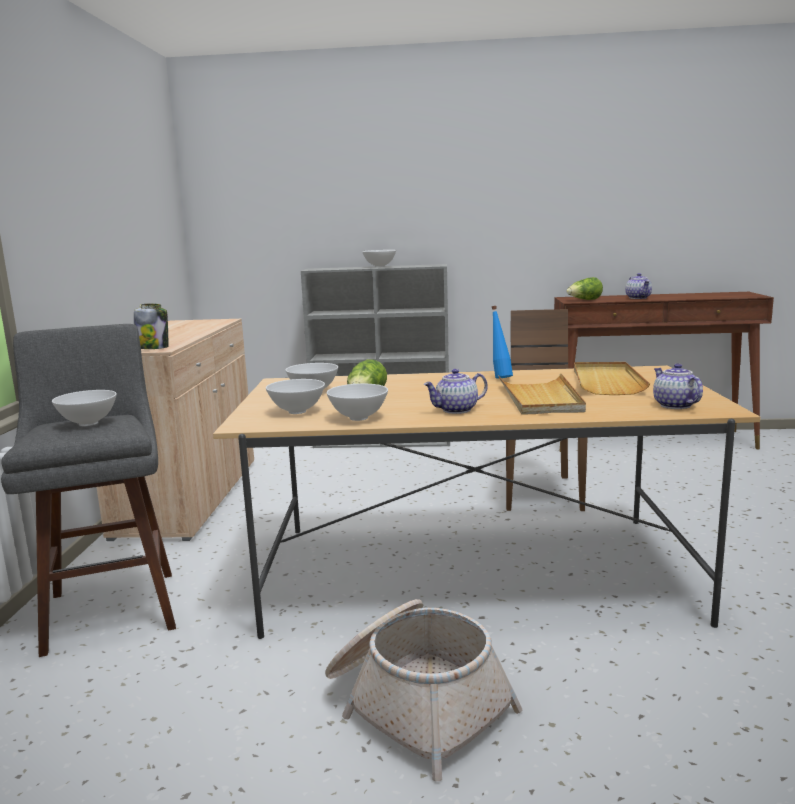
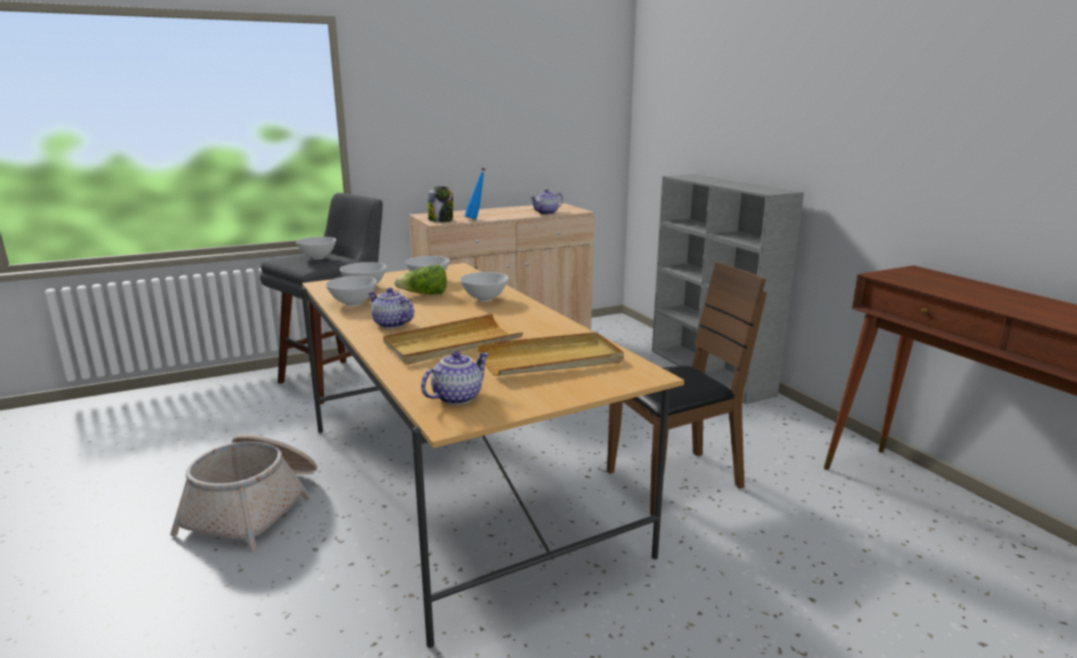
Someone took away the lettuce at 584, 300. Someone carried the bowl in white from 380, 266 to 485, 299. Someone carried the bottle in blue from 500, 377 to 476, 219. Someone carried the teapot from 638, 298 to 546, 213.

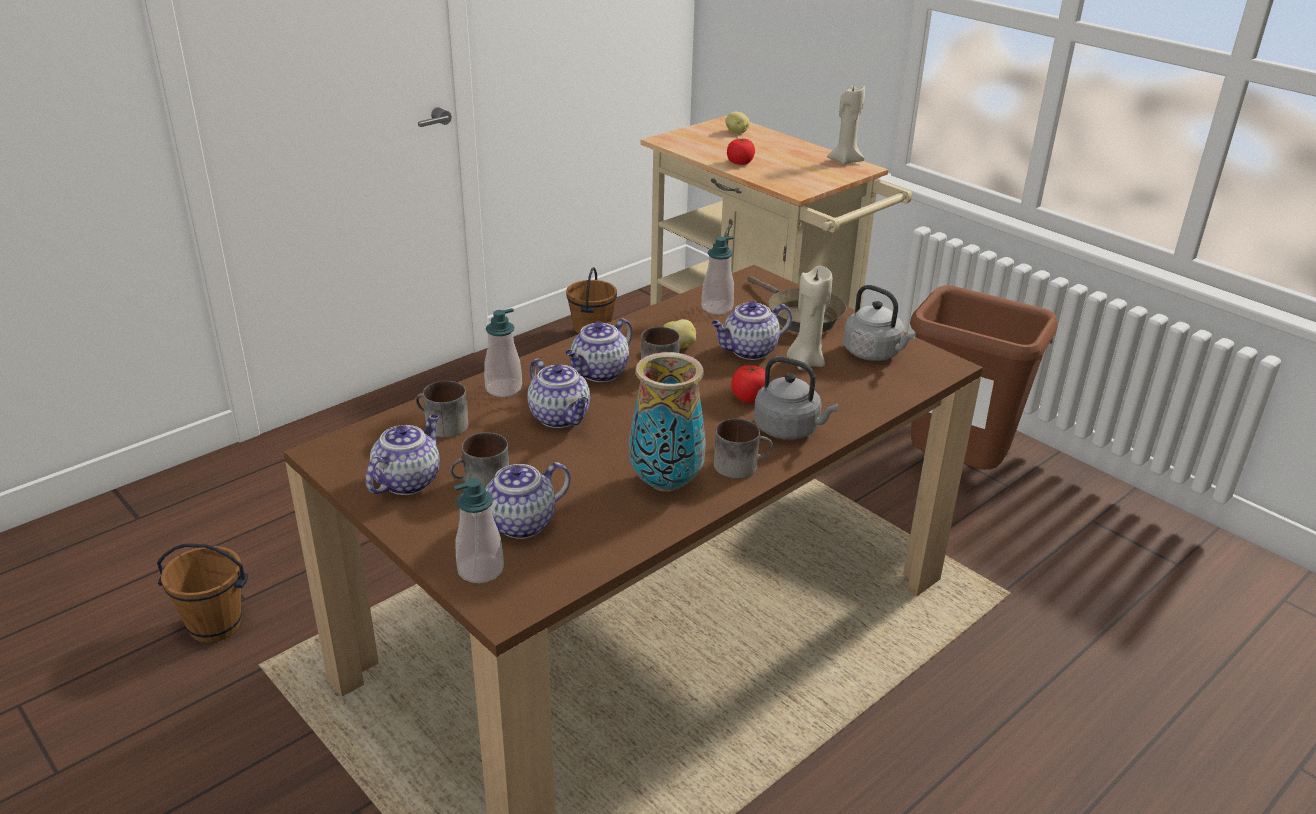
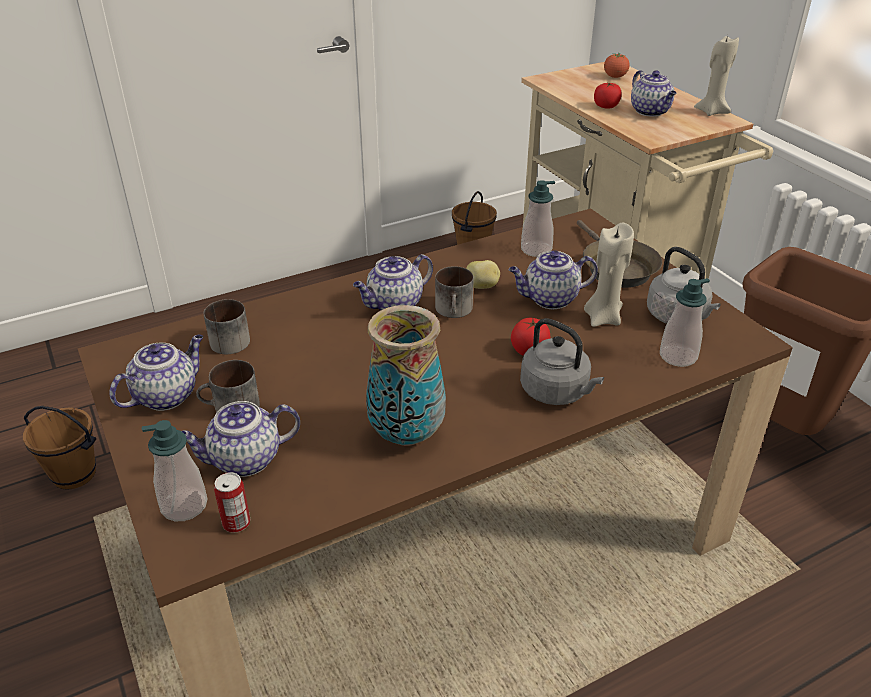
Someone took away the mug at 741, 464. Someone put down the can at 236, 523. Someone carried the soap dispenser from 503, 388 to 678, 356. Someone carried the teapot from 561, 418 to 651, 112. Someone swapped the potato at 736, 132 for the tomato at 615, 77.

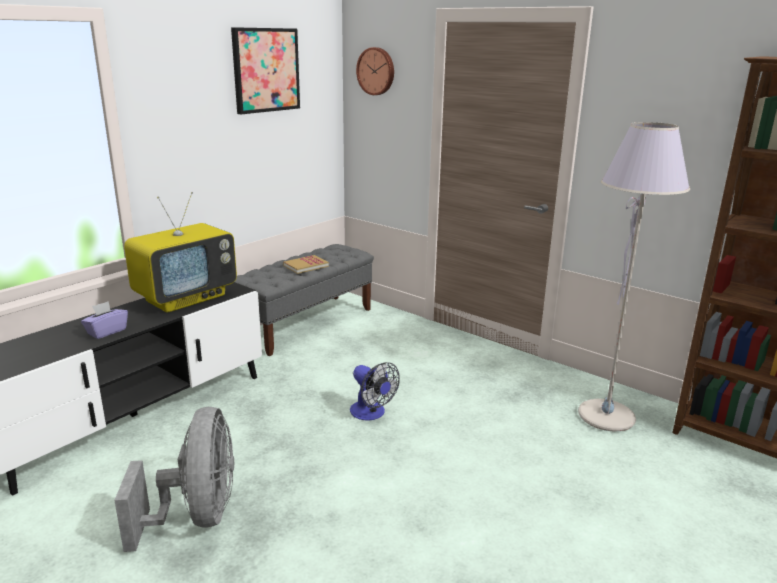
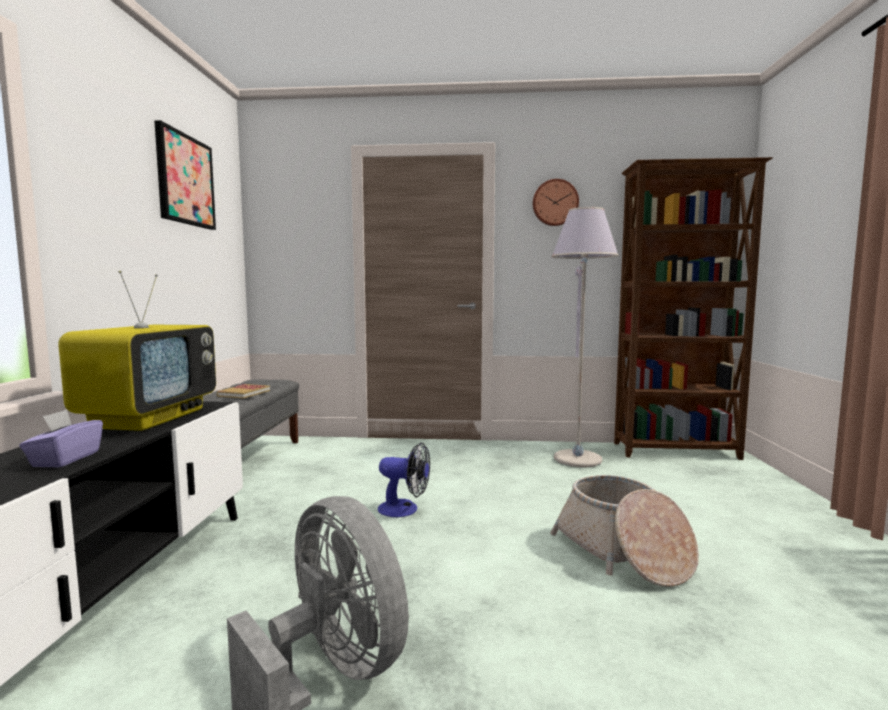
Someone put down the basket at 623, 552. Someone carried the wall clock from 376, 71 to 555, 203.

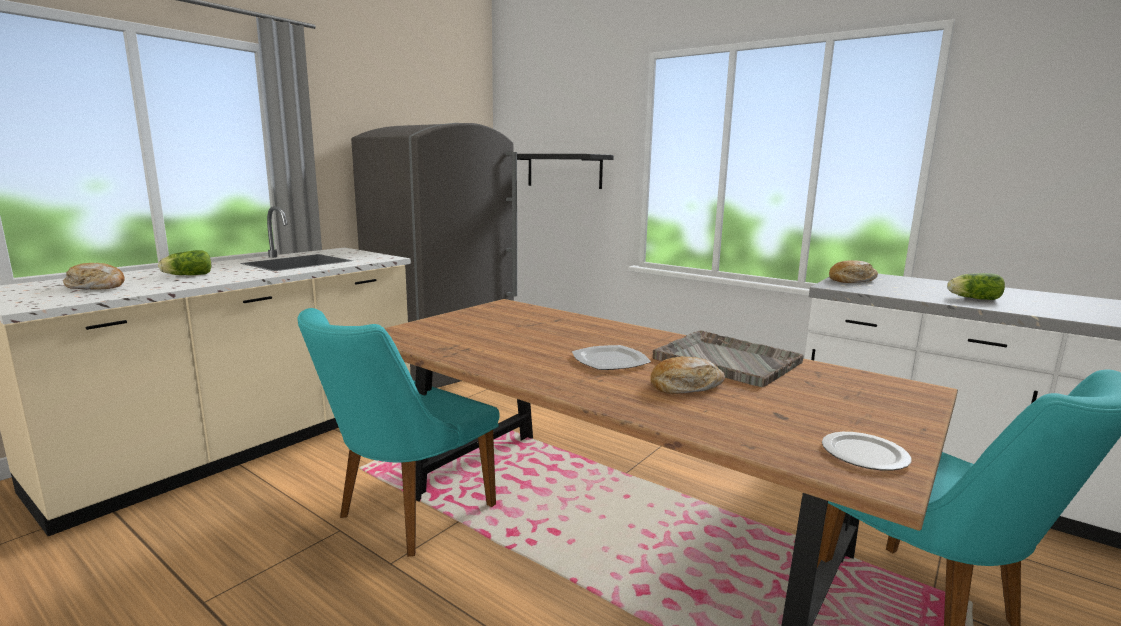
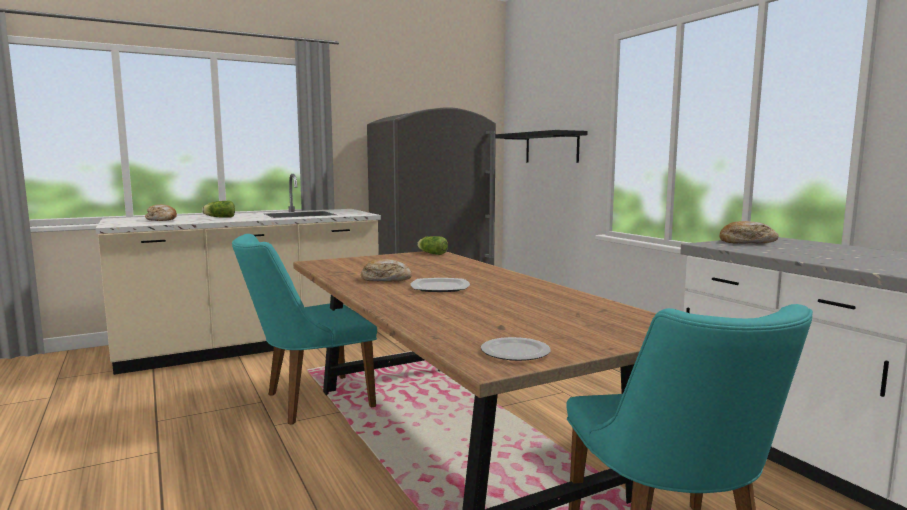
Someone took away the tray in grey at 725, 360. Someone carried the bread from 685, 386 to 386, 279. Someone carried the lettuce from 972, 298 to 431, 253.

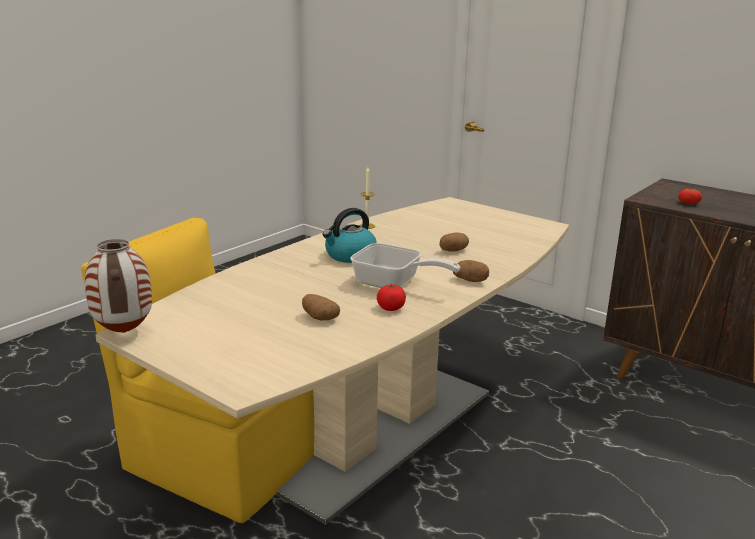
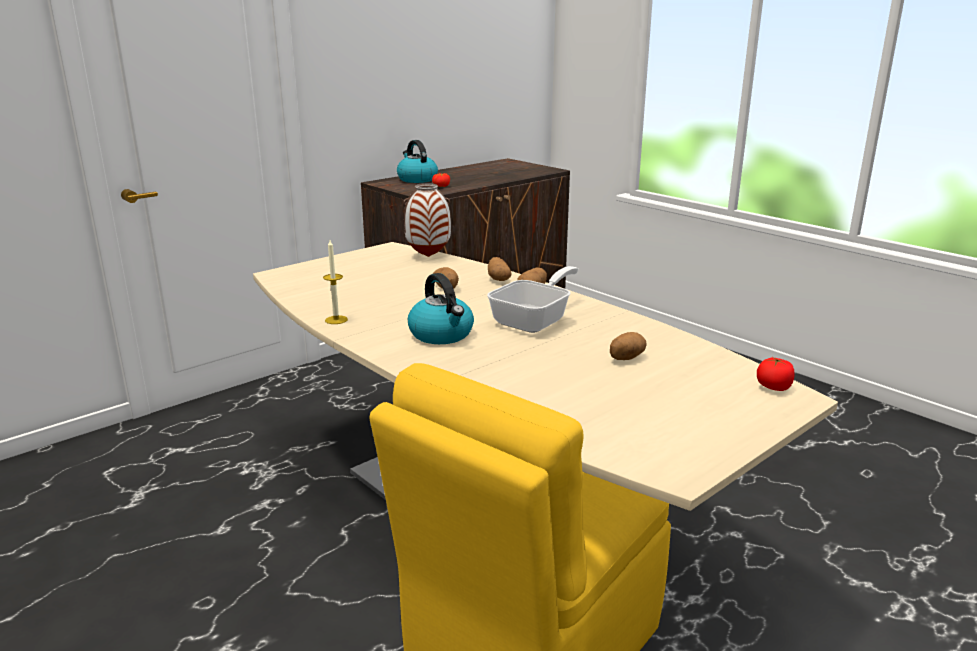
Someone put down the kettle at 416, 179. Someone put down the potato at 498, 279. Someone carried the vase from 125, 332 to 429, 256. Someone carried the tomato from 391, 308 to 773, 387.

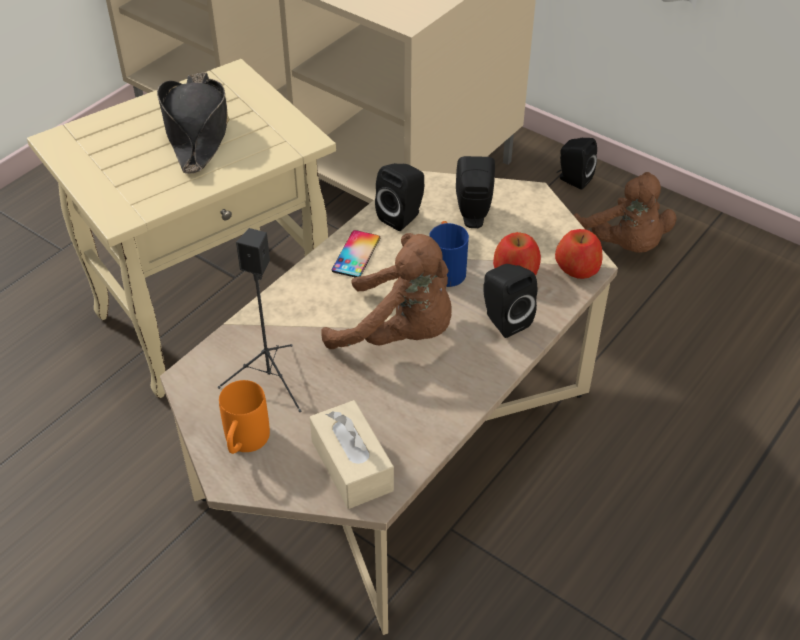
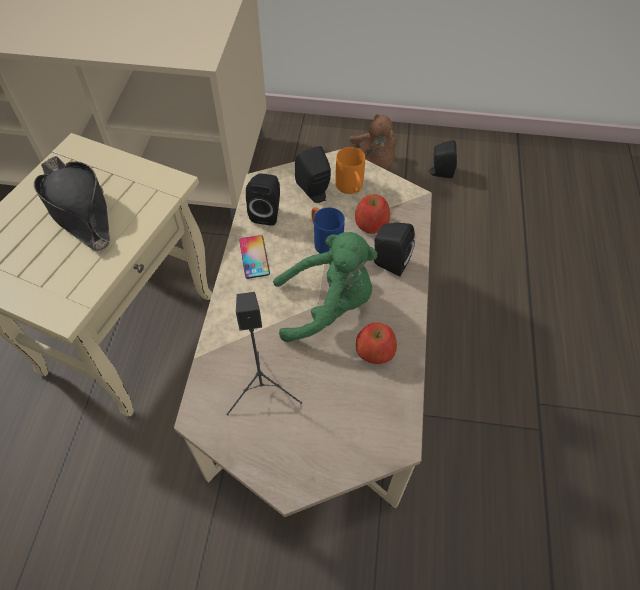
Someone took away the tissue box in beige at 352, 465. Someone carried the mug in orange from 244, 444 to 351, 189. Someone carried the apple from 577, 268 to 374, 351. Someone carried the speaker in black from 573, 179 to 440, 172. Someone repainted the plush toy in brown at 399, 334, which became the plush toy in green at 328, 306.

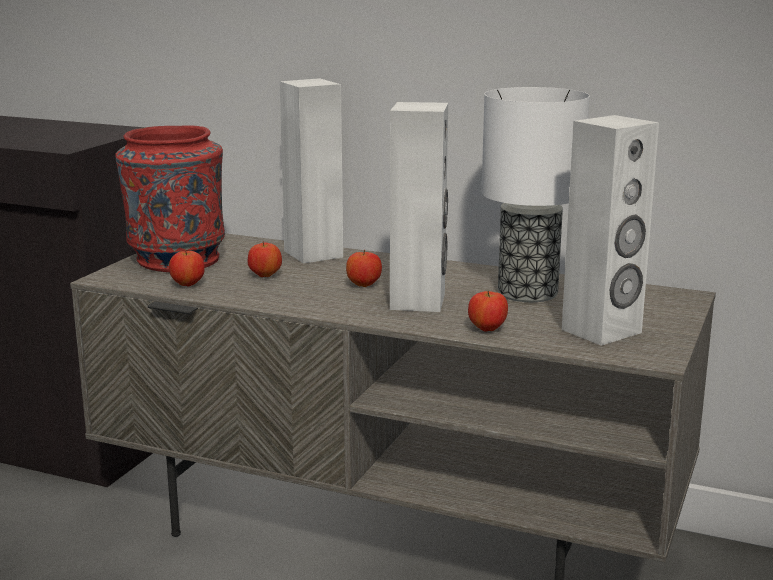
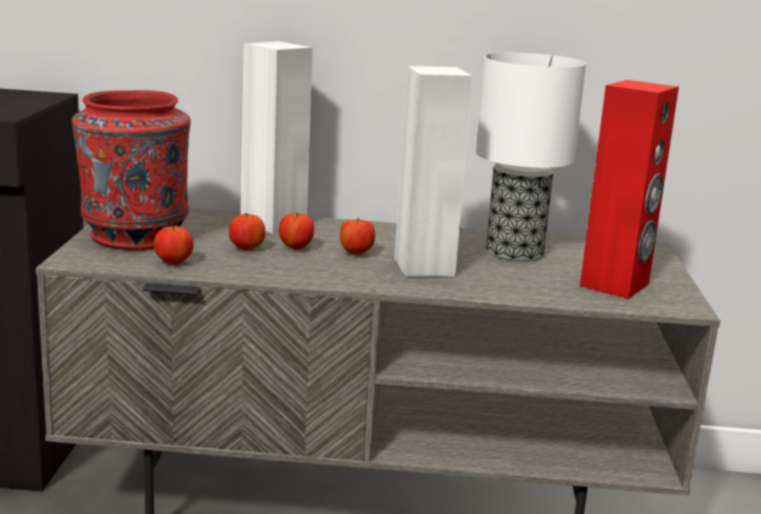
Someone carried the apple from 487, 329 to 296, 248. Someone repainted the speaker in white at 602, 331, which became the speaker in red at 615, 285.

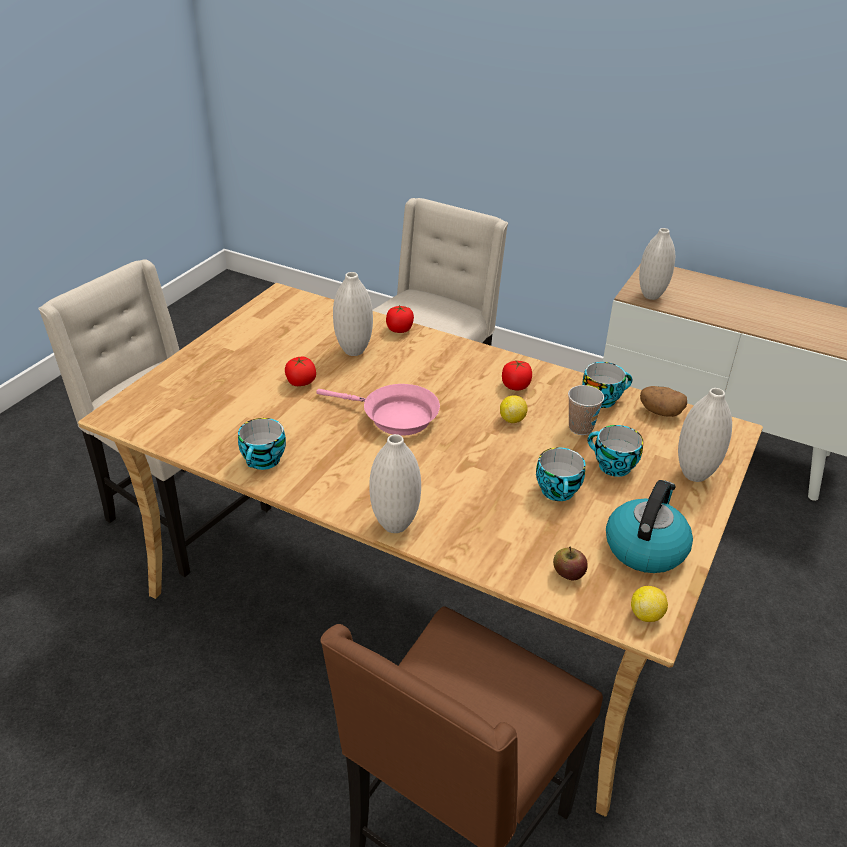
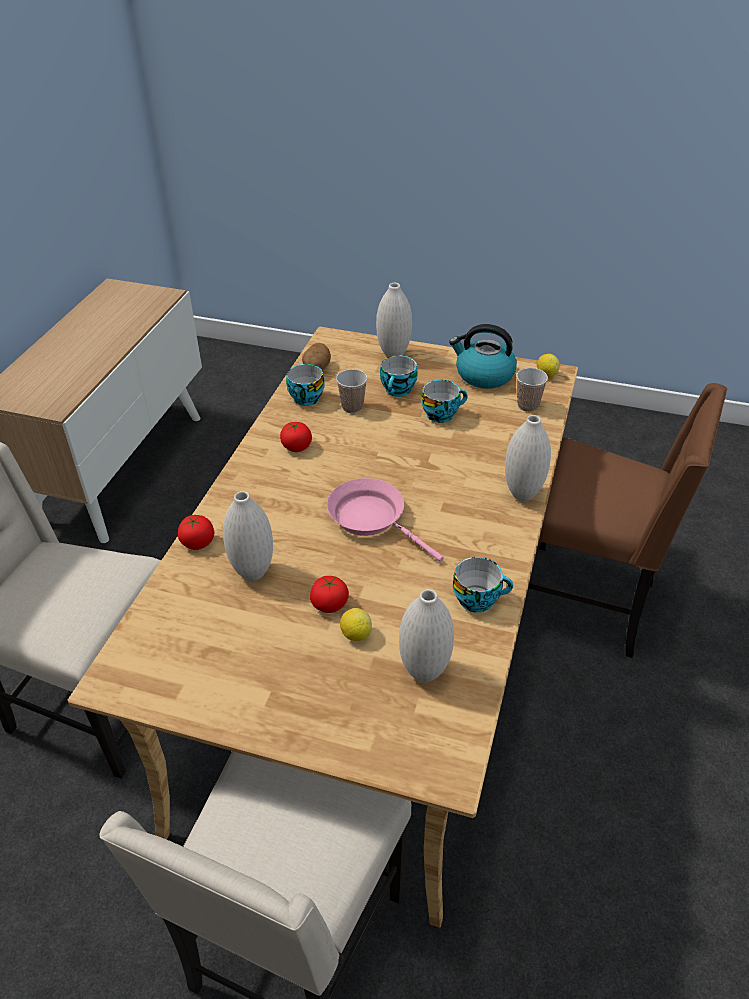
Someone carried the lemon from 512, 419 to 356, 634. Someone carried the vase in white from 651, 296 to 424, 672. Someone swapped the apple at 568, 574 for the cup at 528, 406. Someone rotated the frying pan in pink at 394, 417 by 60 degrees counterclockwise.

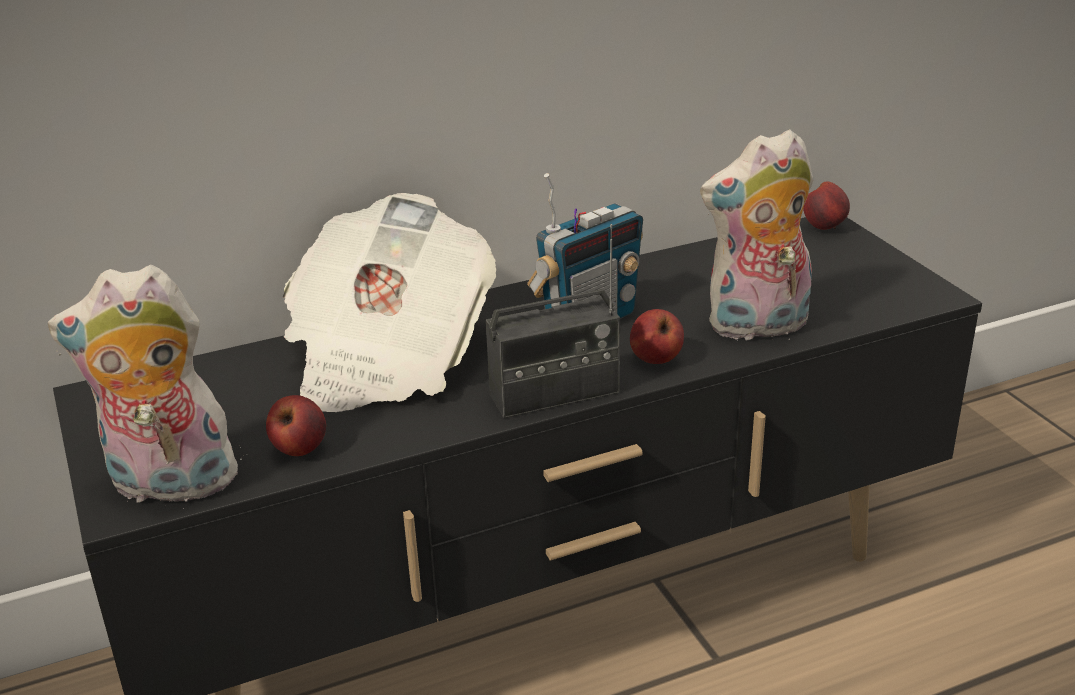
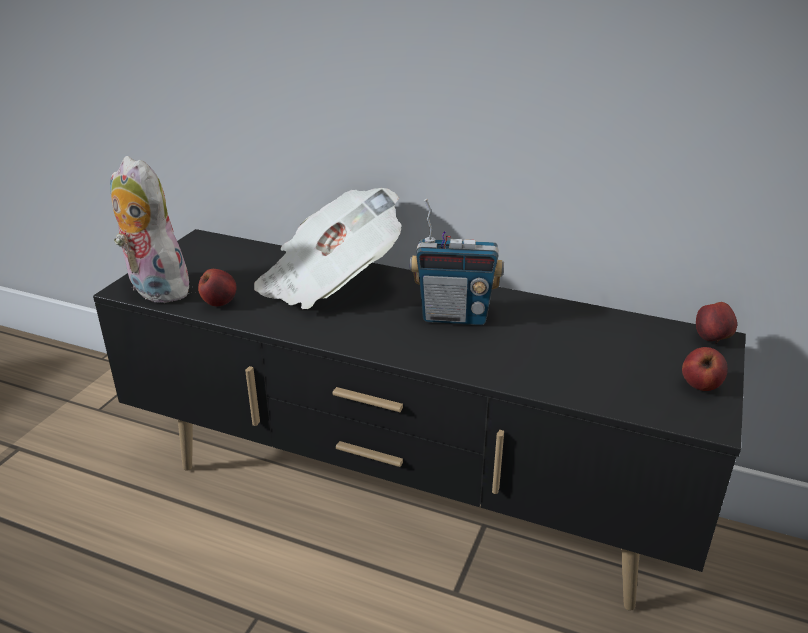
Someone took away the radio at 554, 394. Someone took away the plush toy at 757, 327. Someone carried the apple from 655, 359 to 700, 386.

